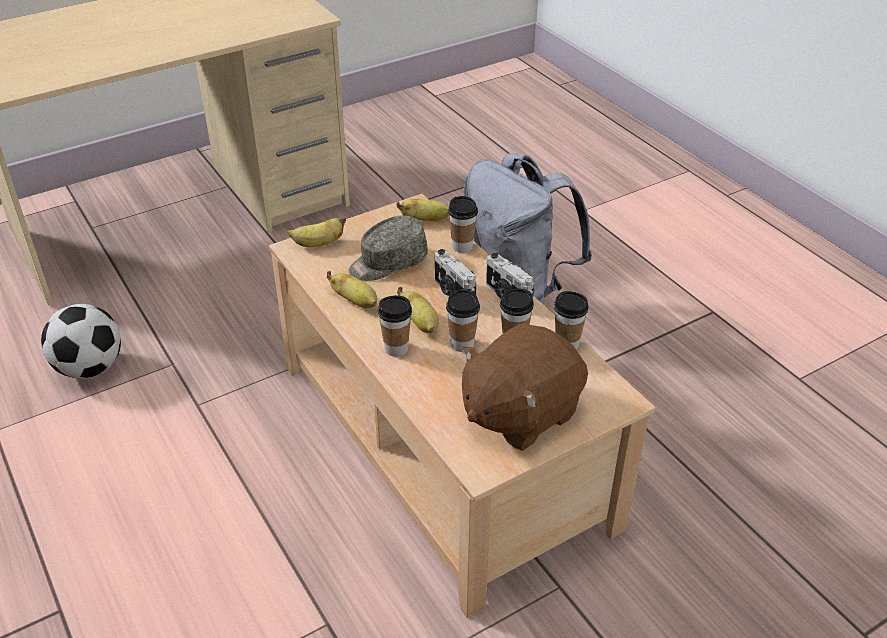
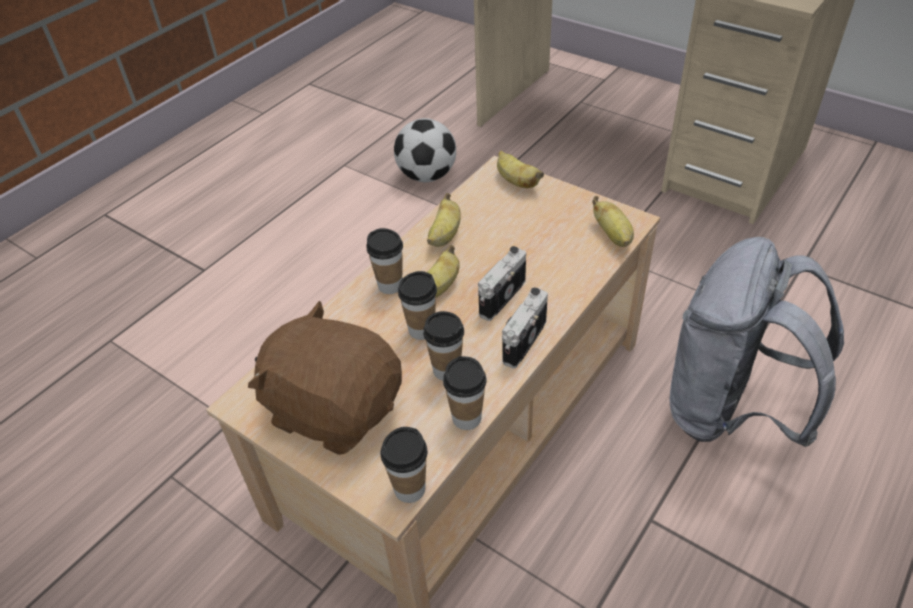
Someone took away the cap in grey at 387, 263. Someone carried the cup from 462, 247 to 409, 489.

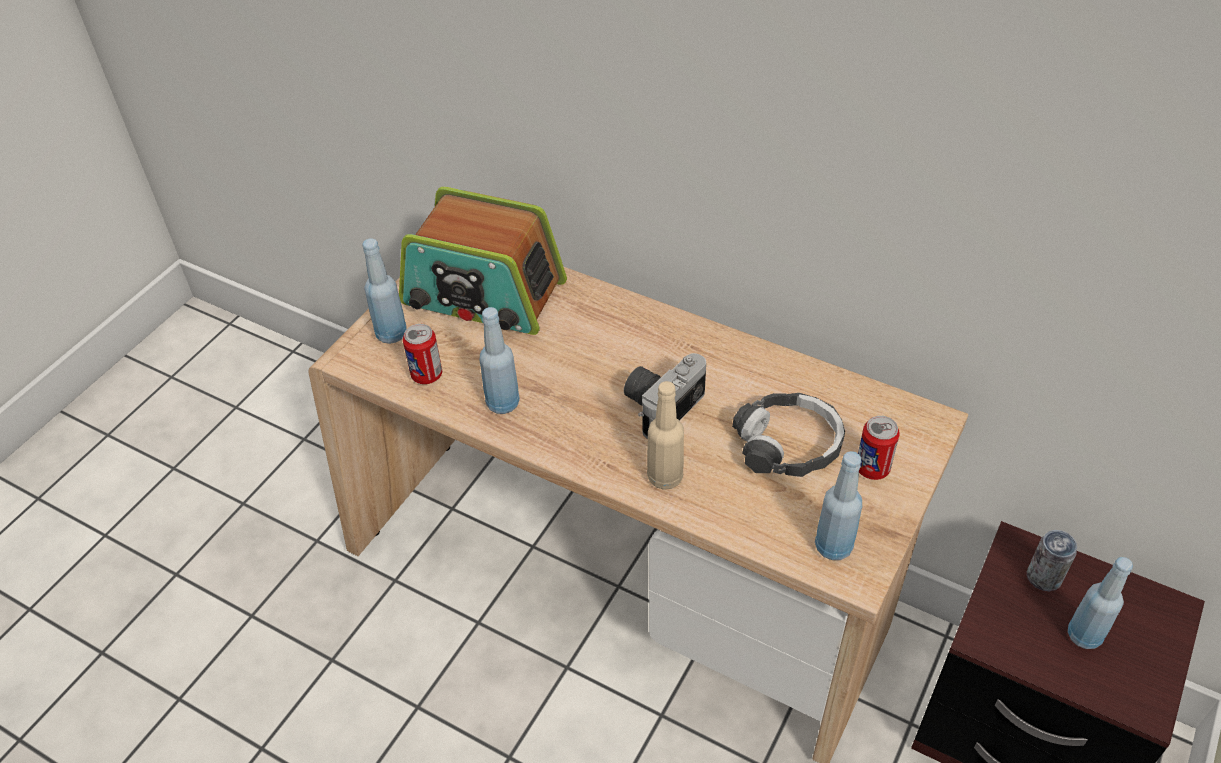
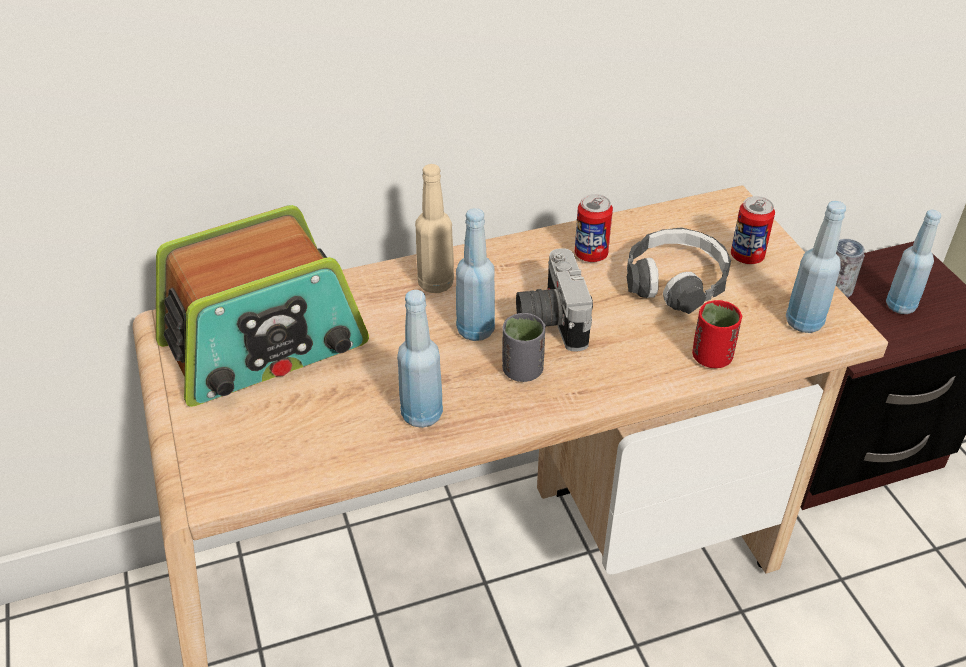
Someone put down the cup in grey at 522, 370. Someone put down the cup in red at 711, 357. Someone carried the bottle in blue from 391, 334 to 476, 330. Someone carried the can from 427, 375 to 591, 255. Someone carried the bottle in beige from 665, 477 to 436, 284.

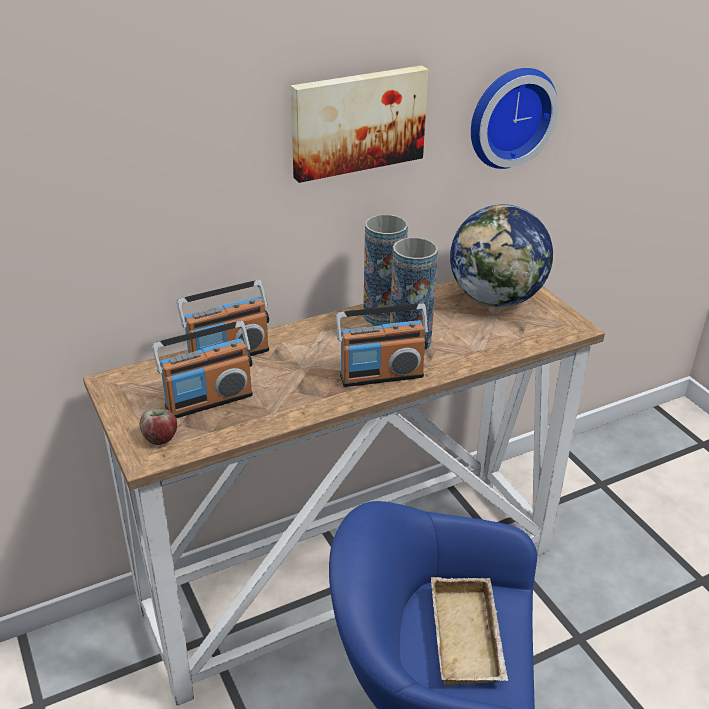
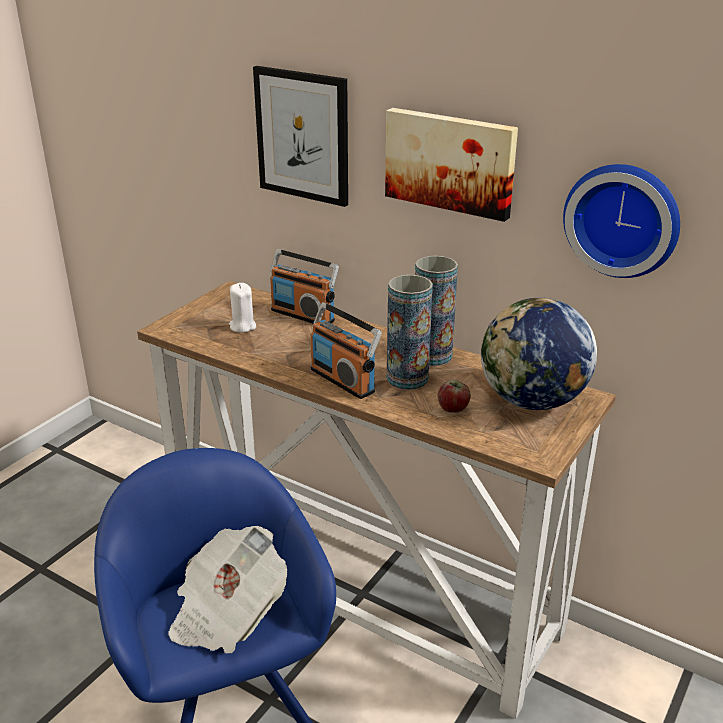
Someone put up the picture at 302, 135. Someone carried the apple from 160, 438 to 453, 409. Someone swapped the radio at 208, 400 for the candle in white at 242, 326. Someone swapped the tray in beige at 469, 638 for the newspaper at 227, 613.

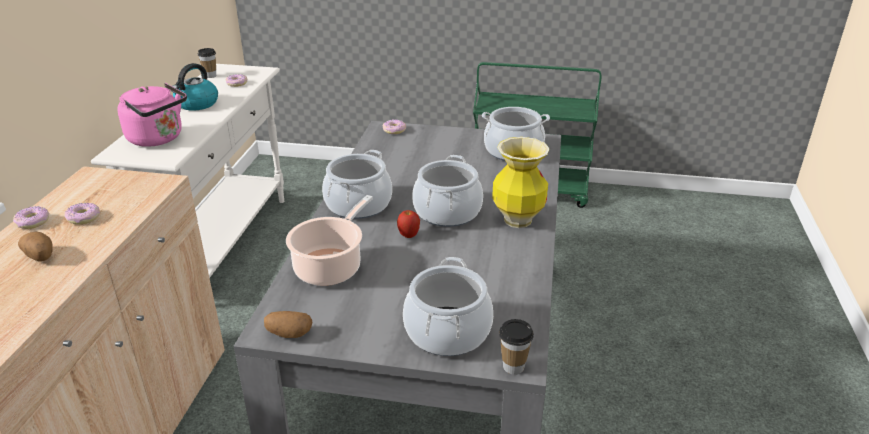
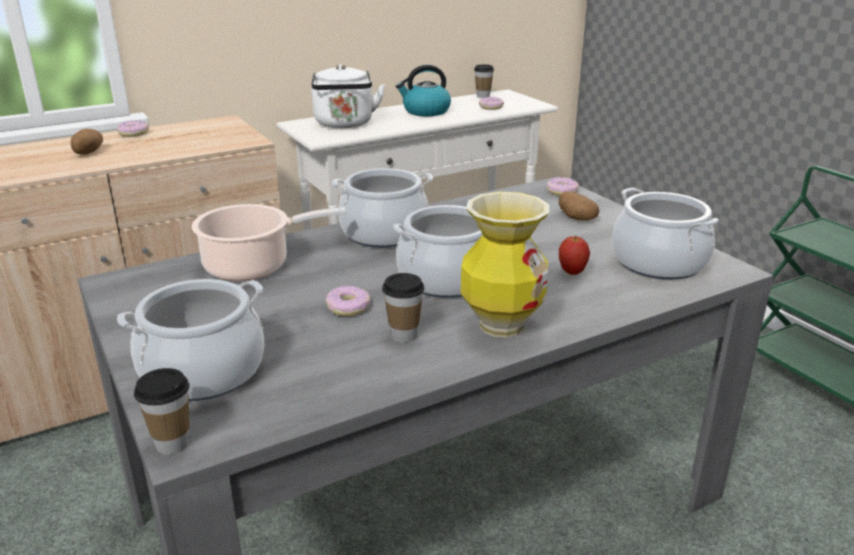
Someone put down the cup at 404, 335. Someone carried the donut from 84, 218 to 348, 307. Someone carried the potato from 289, 334 to 575, 218. Someone carried the apple from 408, 236 to 572, 272. Someone repainted the kettle in pink at 158, 139, which became the kettle in white at 344, 124.

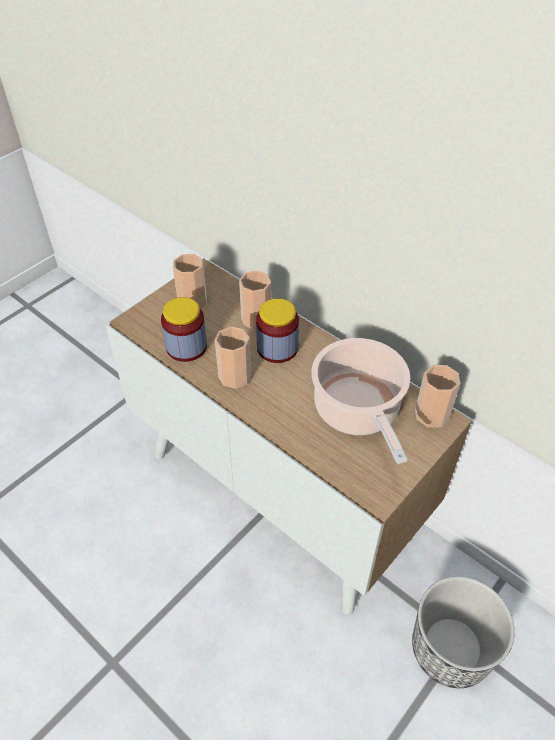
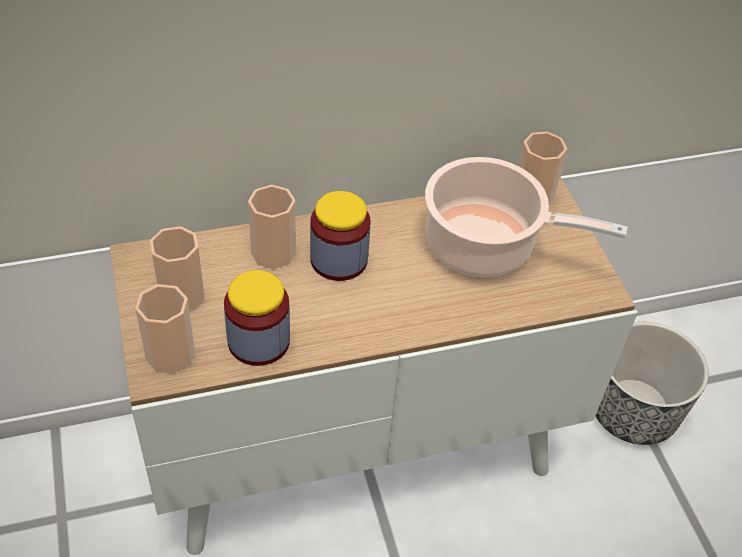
Someone carried the cup from 234, 376 to 170, 354.

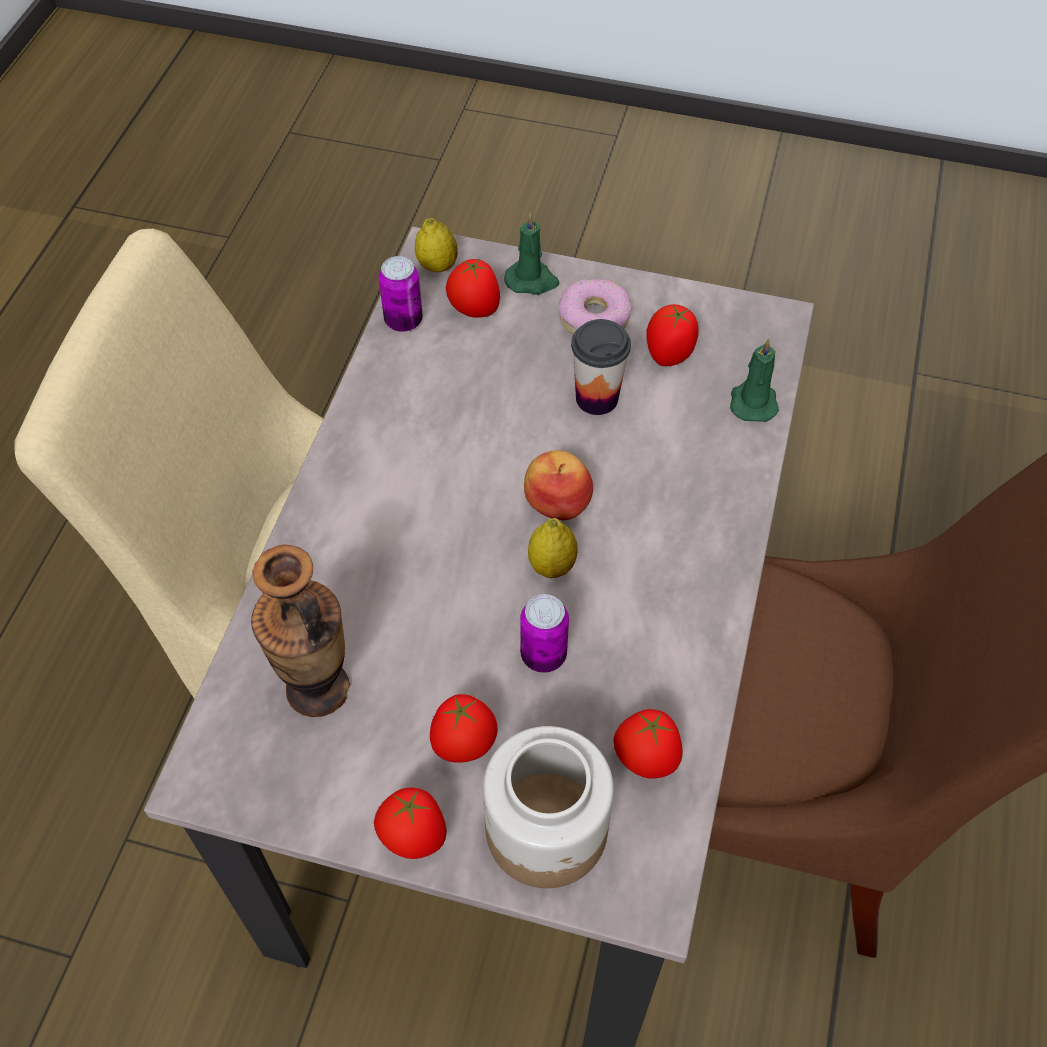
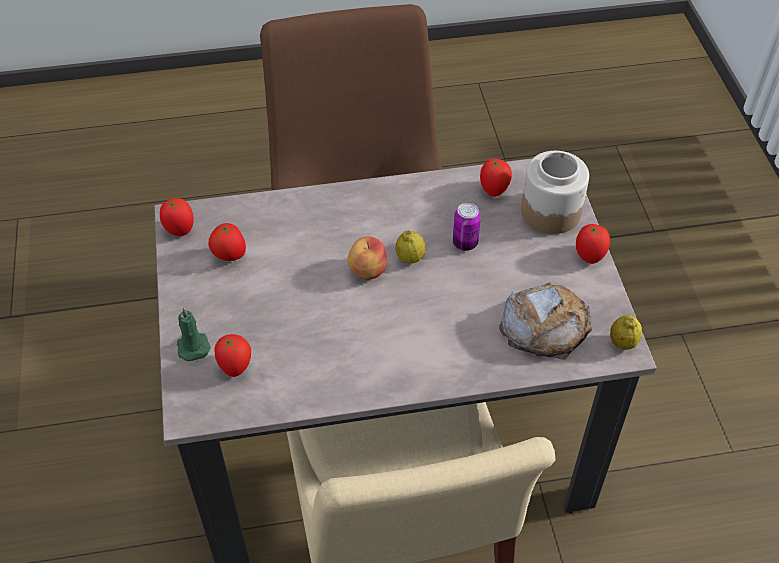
Someone took away the can at 403, 321. Someone took away the donut at 594, 317. Someone took away the cup at 597, 398. Someone took away the candle in green at 753, 401. Someone carried the lemon from 437, 266 to 622, 343. Someone carried the tomato from 464, 746 to 179, 229. Someone swapped the vase at 317, 688 for the bread at 545, 325.

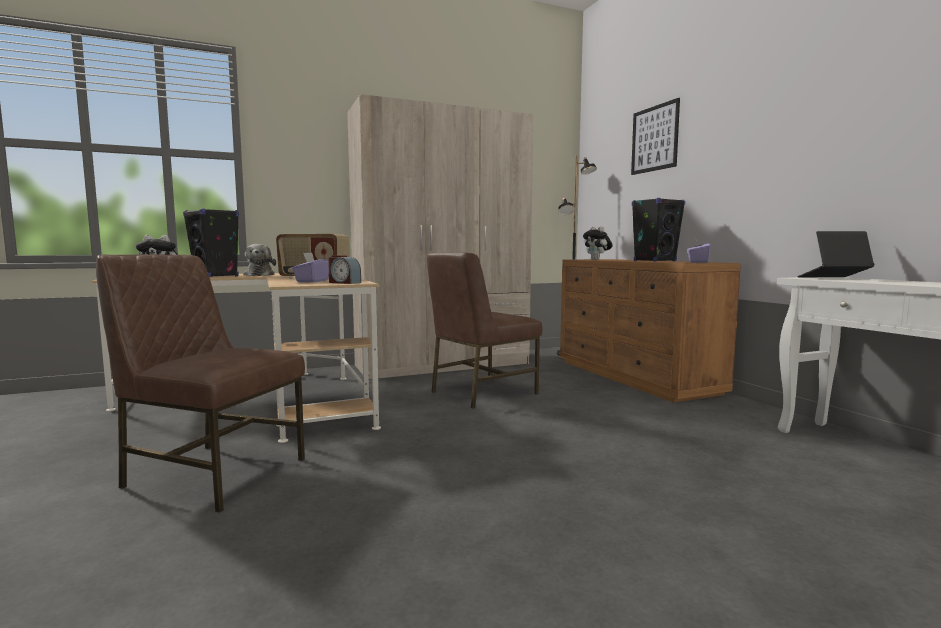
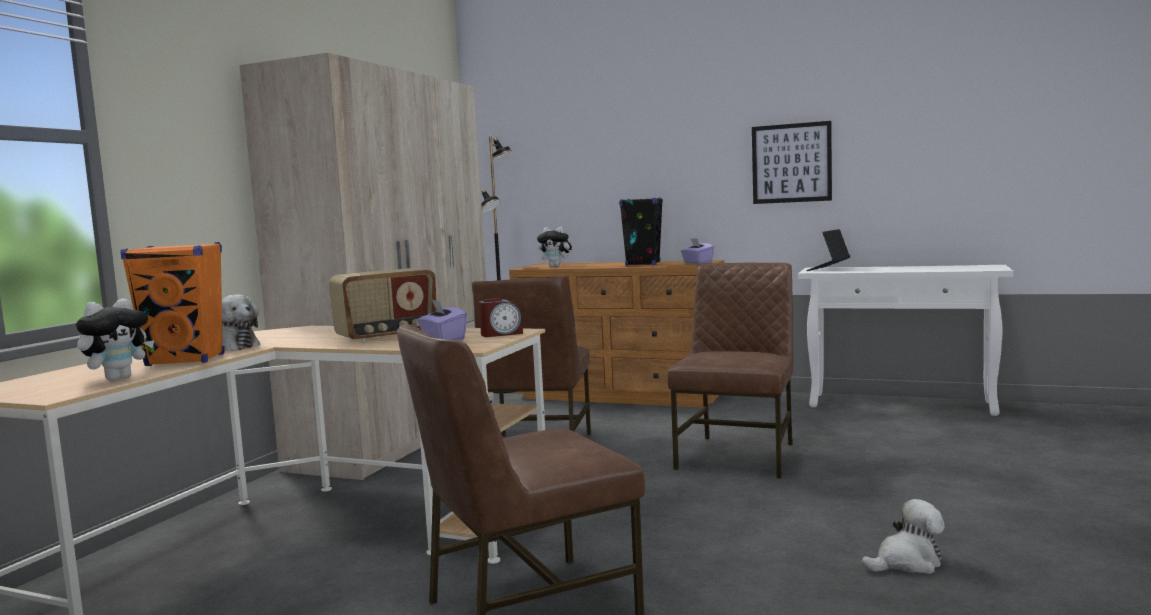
Someone put down the chair in brown at 739, 455. Someone put down the plush toy at 907, 562. Someone carried the picture from 654, 138 to 791, 163. Someone repainted the speaker in black at 216, 276, which became the speaker in orange at 186, 360.

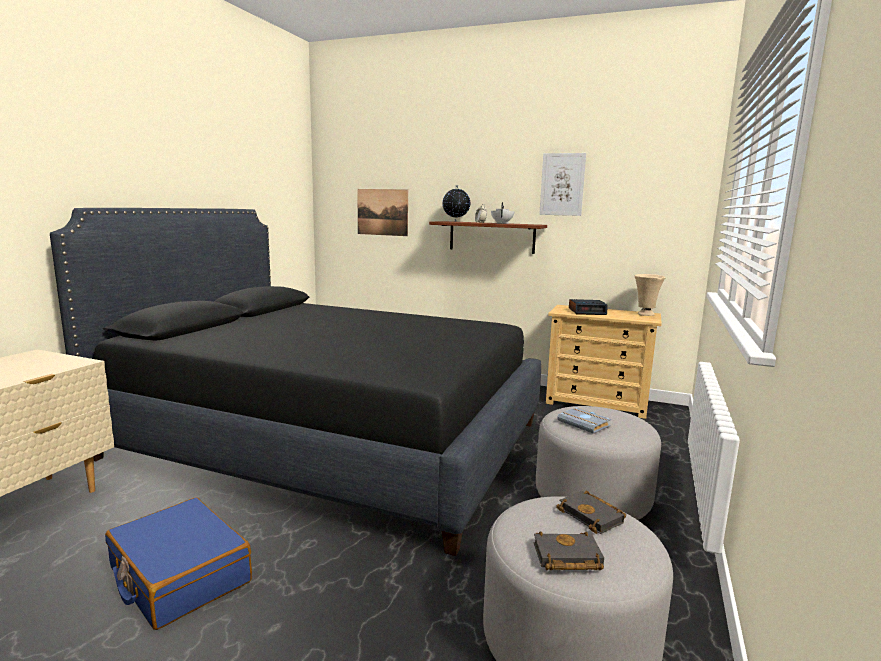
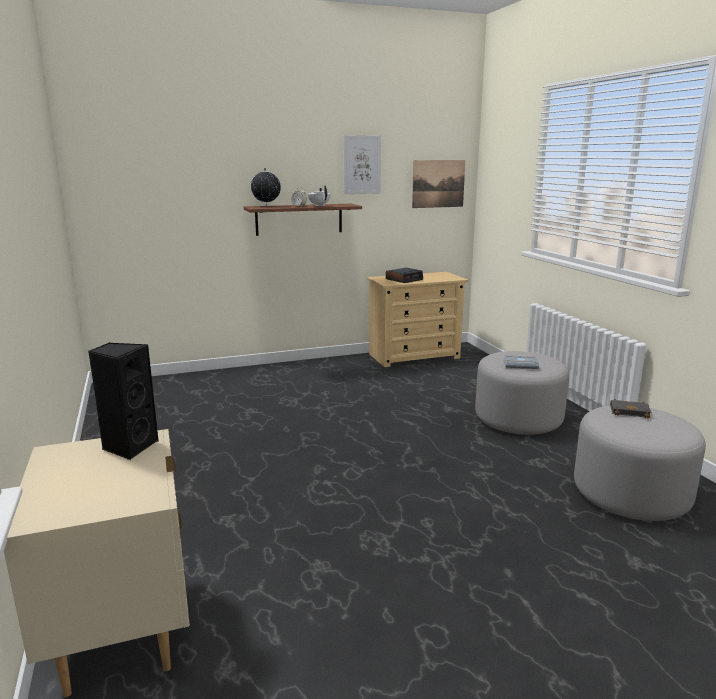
Someone took away the bed in black at 330, 439. Someone took away the suitcase in blue at 179, 576. Someone took away the book in black at 566, 558. Someone took away the vase in beige at 645, 314. Someone put down the speaker in black at 129, 447. Someone carried the picture from 382, 212 to 438, 184.

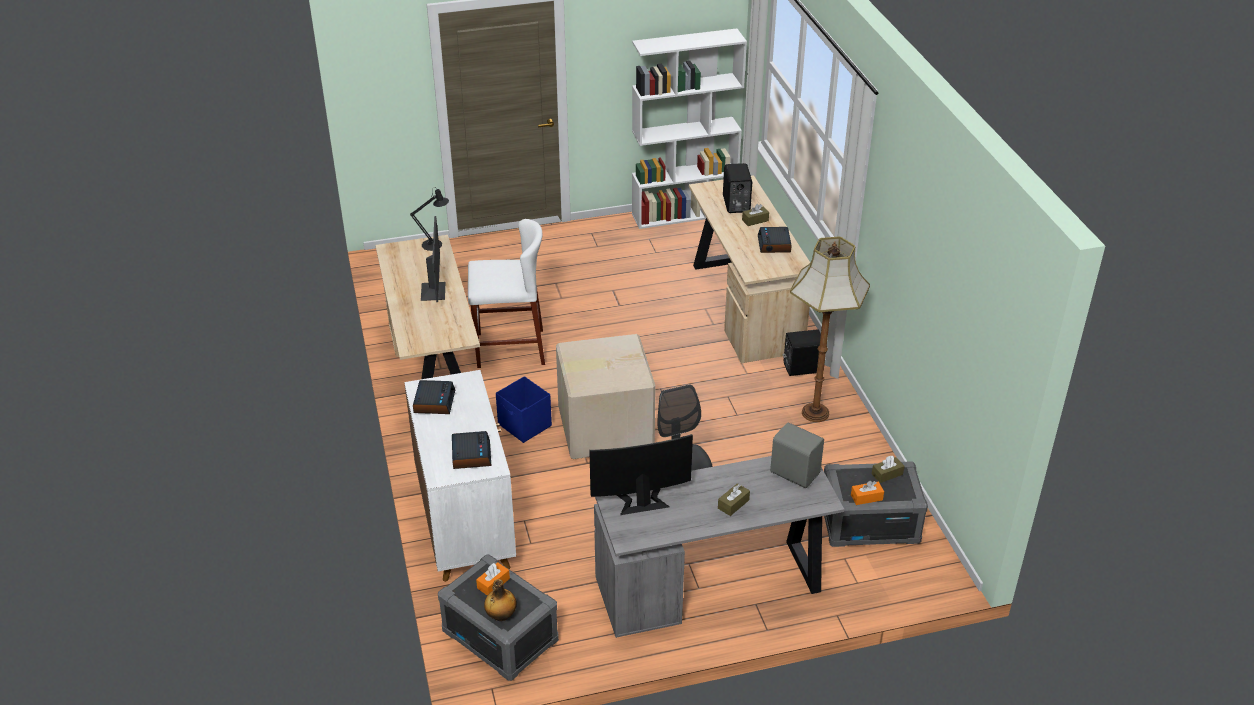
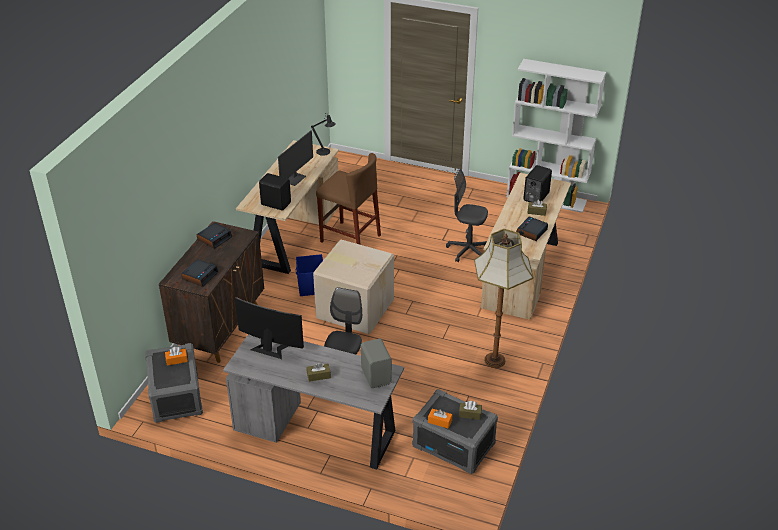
Someone took away the bottle at 501, 616. Someone put down the office chair in grey at 467, 251. Someone carried the speaker in black from 801, 367 to 276, 203. Someone repainted the cabinet in white at 465, 527, which became the cabinet in brown at 220, 328. Someone repainted the stool in white at 510, 348, which became the stool in brown at 350, 238.

